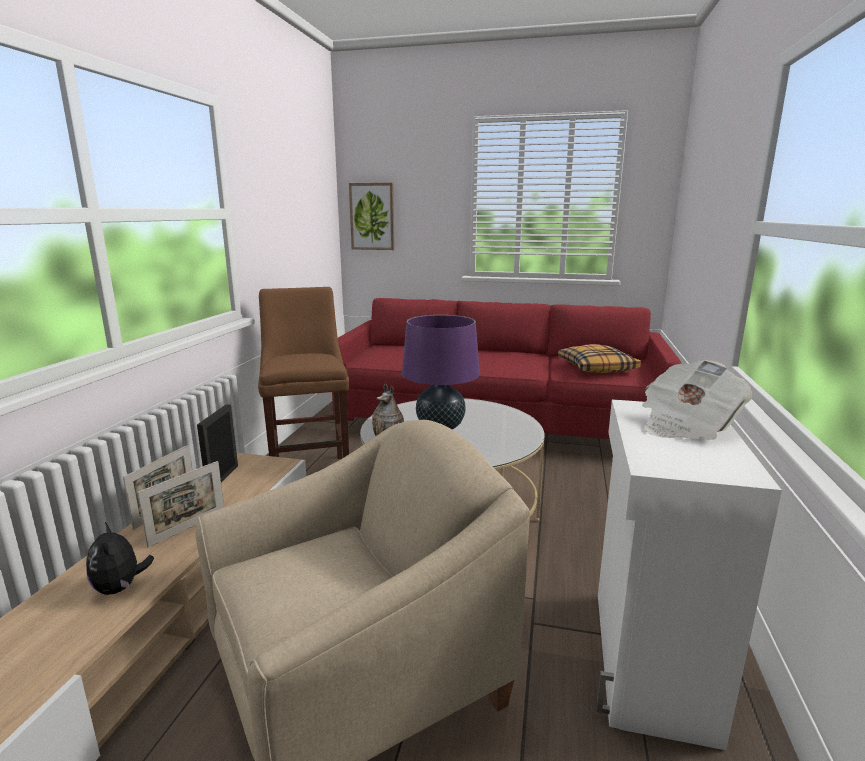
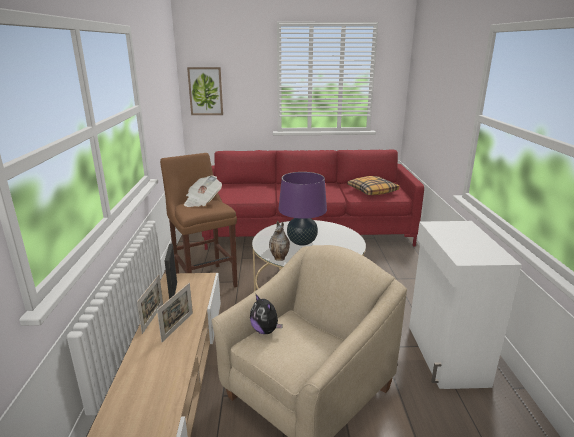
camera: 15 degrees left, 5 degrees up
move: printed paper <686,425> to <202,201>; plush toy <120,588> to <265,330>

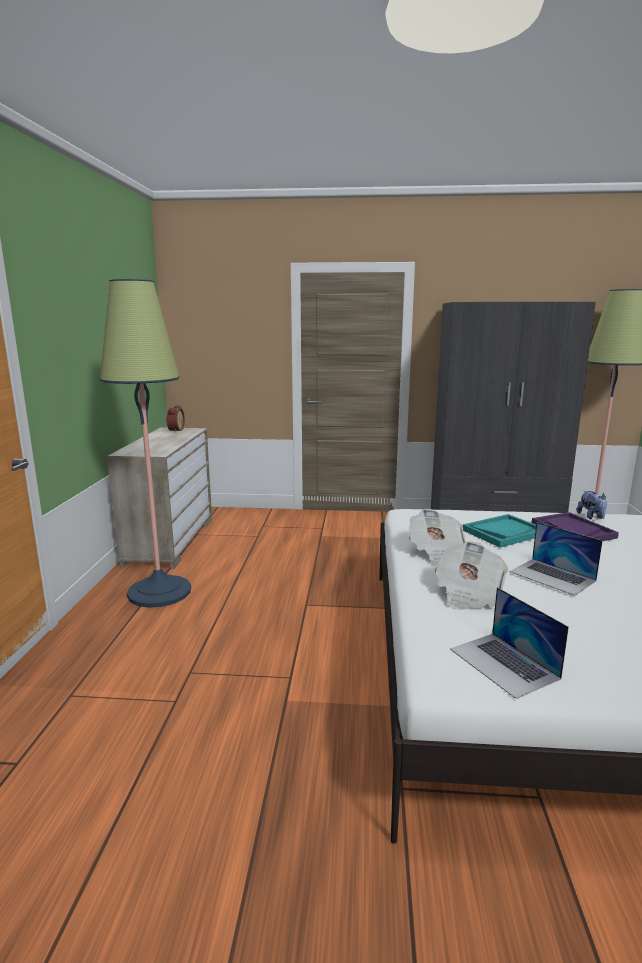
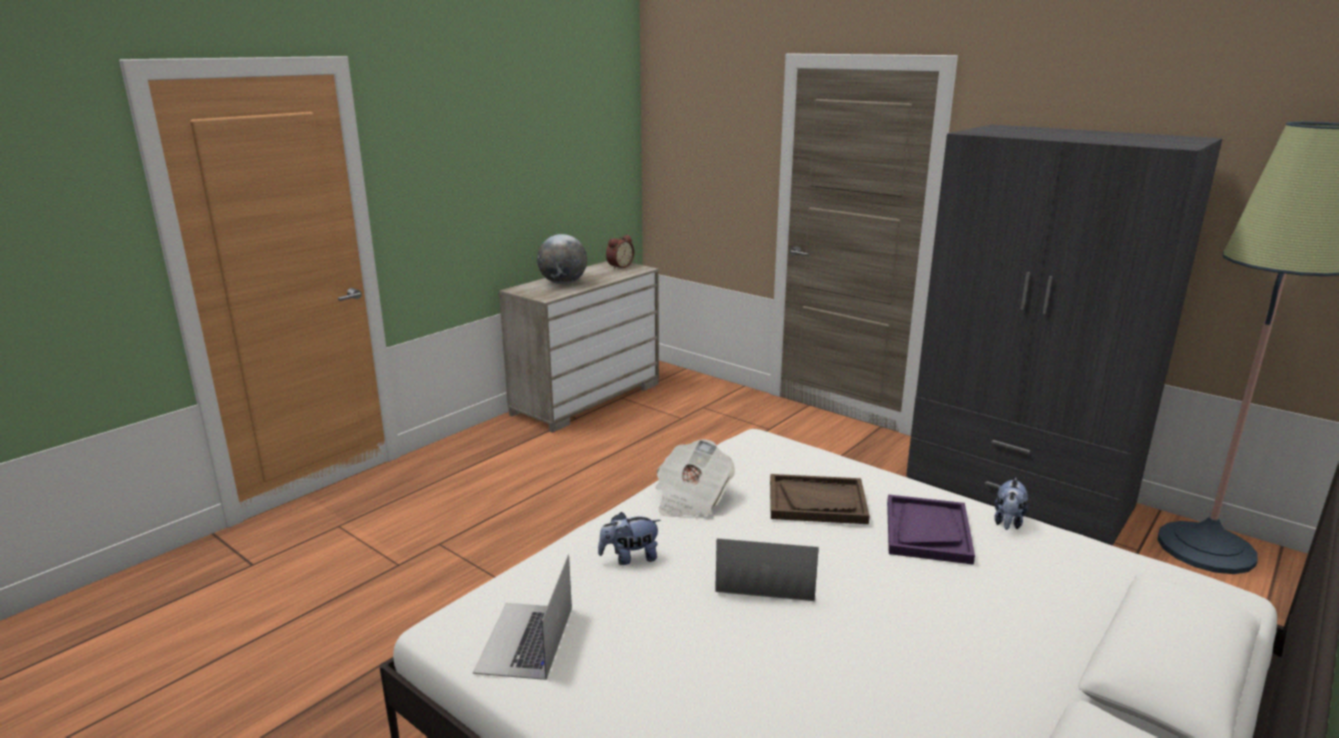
camera: 35 degrees right, 5 degrees up
delete: standing lamp <159,592>
insert: world globe <563,283>
replace: printed paper <468,594> to plush toy <630,558>
recolor: blue-green carrying tray <504,532> to brown-coloured carrying tray <817,502>
rotate: laptop <552,576> = <765,577> 105 degrees clockwise

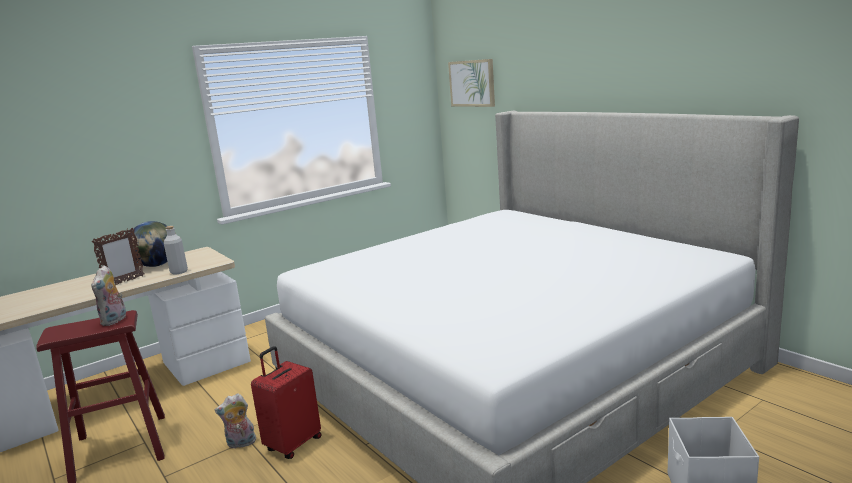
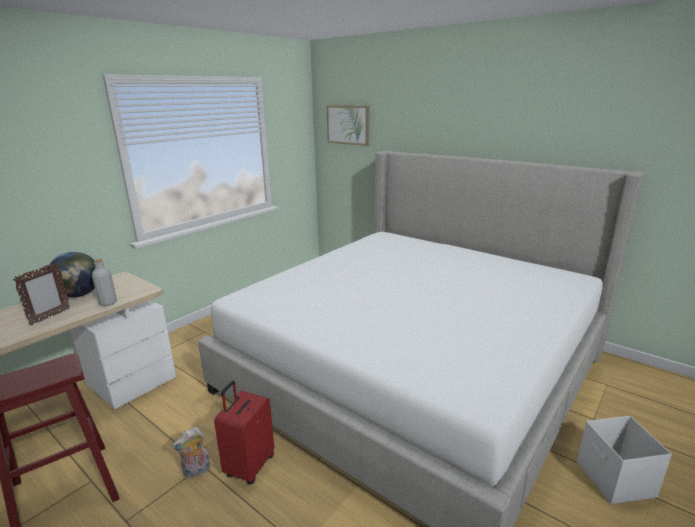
camera: 15 degrees left, 5 degrees up
delete: plush toy <115,320>

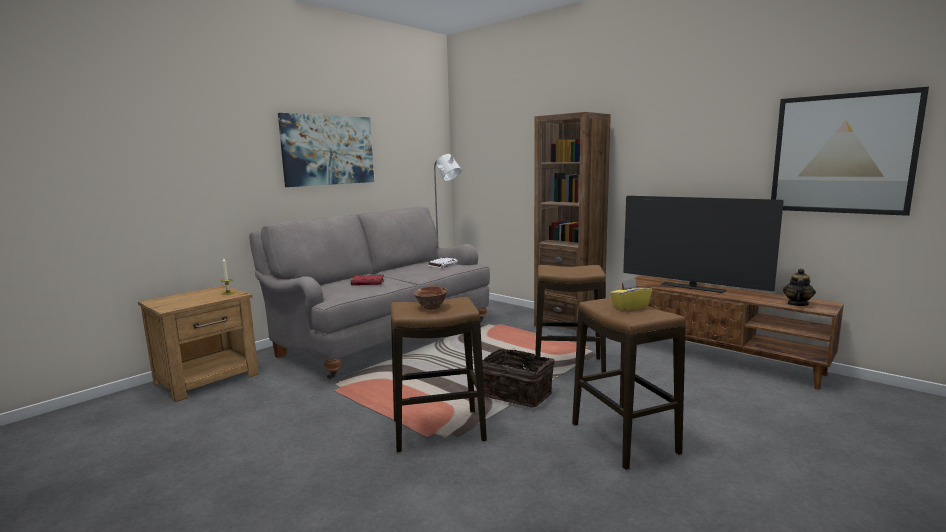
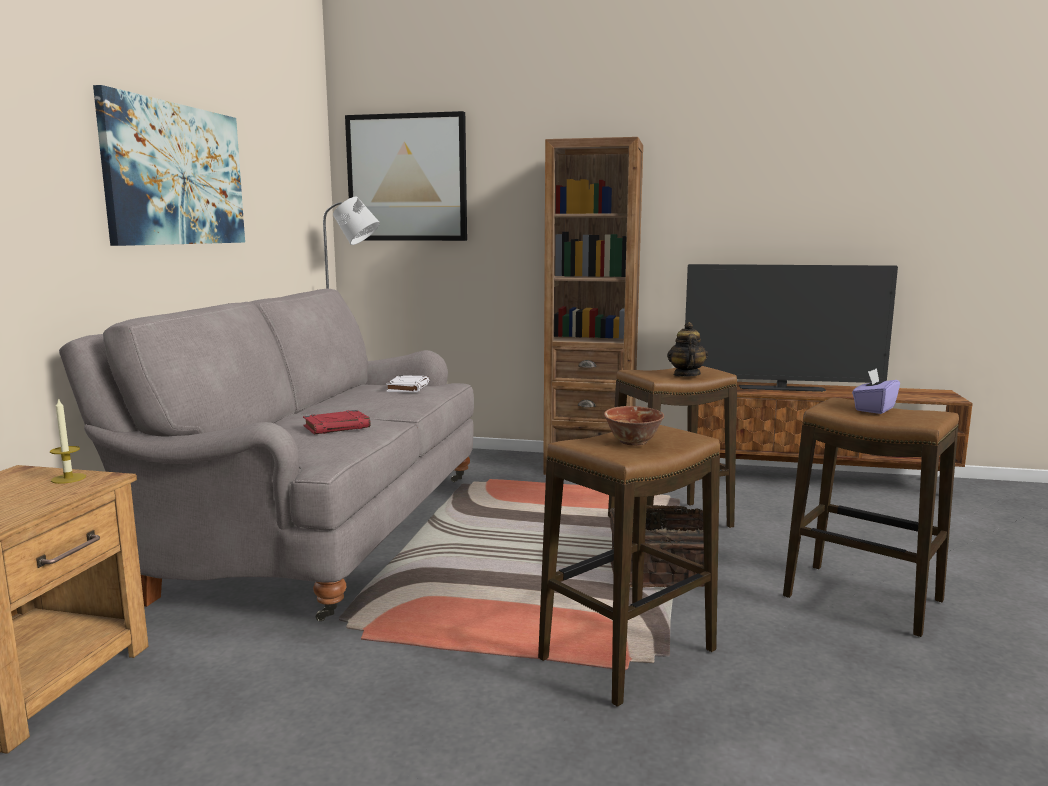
camera: 30 degrees left, 0 degrees up
move: picture <842,154> to <407,178>; pot for tea <797,304> to <686,375>
recolor: yellowish box of tissues <629,306> to purple-coloured box of tissues <874,409>

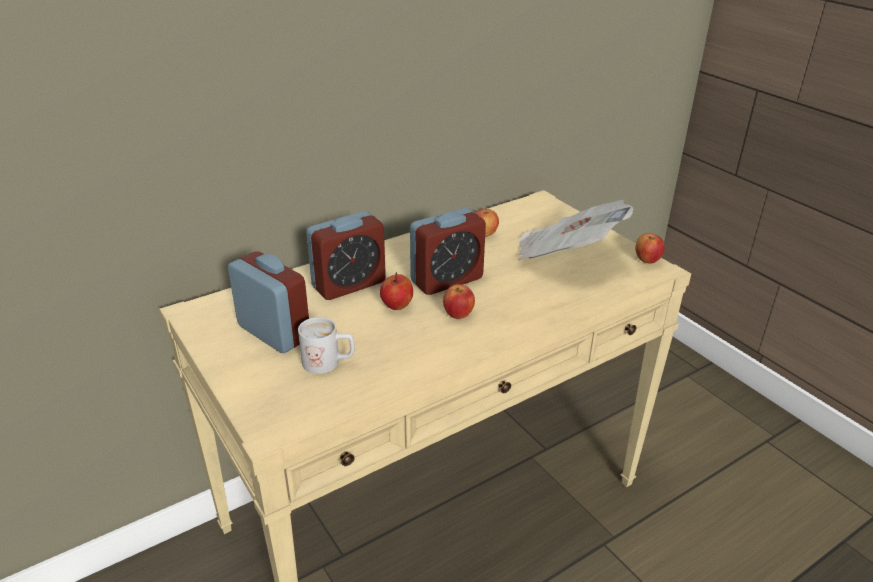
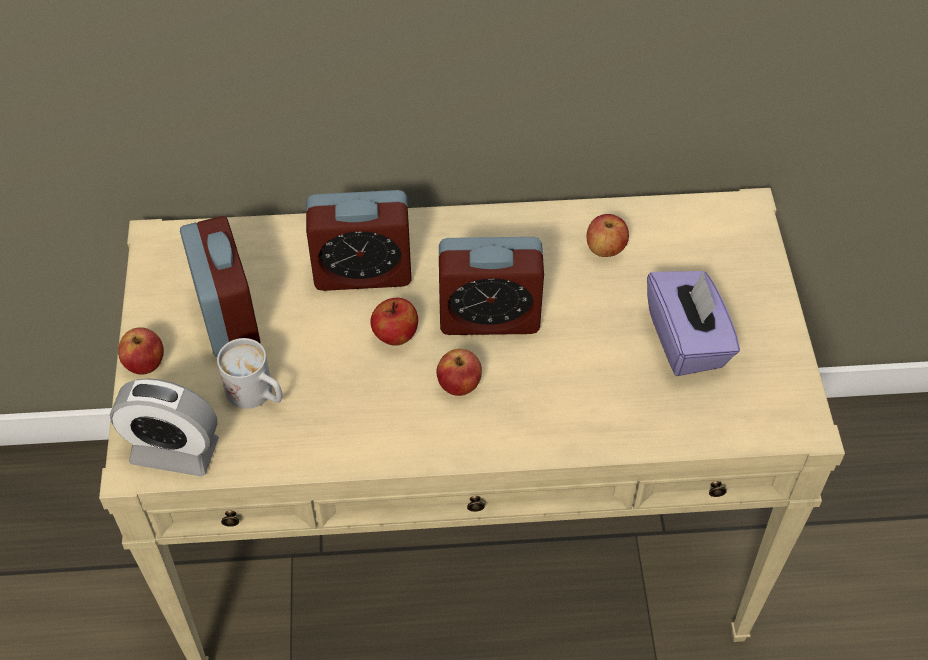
camera: 30 degrees right, 20 degrees up
insert: bedside clock <174,451>
move: whole apple <647,260> to <145,364>
replace: printed paper <565,256> to purple-coloured box of tissues <687,340>

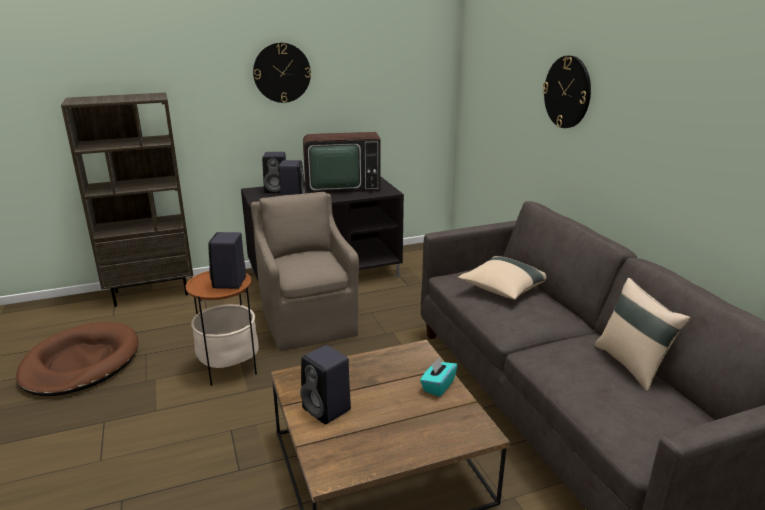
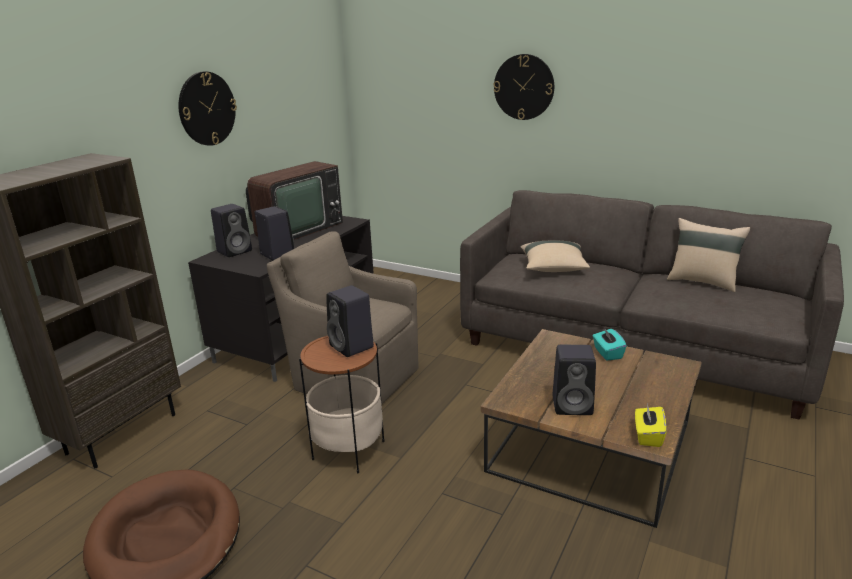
camera: 40 degrees left, 0 degrees up
insert: yellowish box of tissues <648,436>

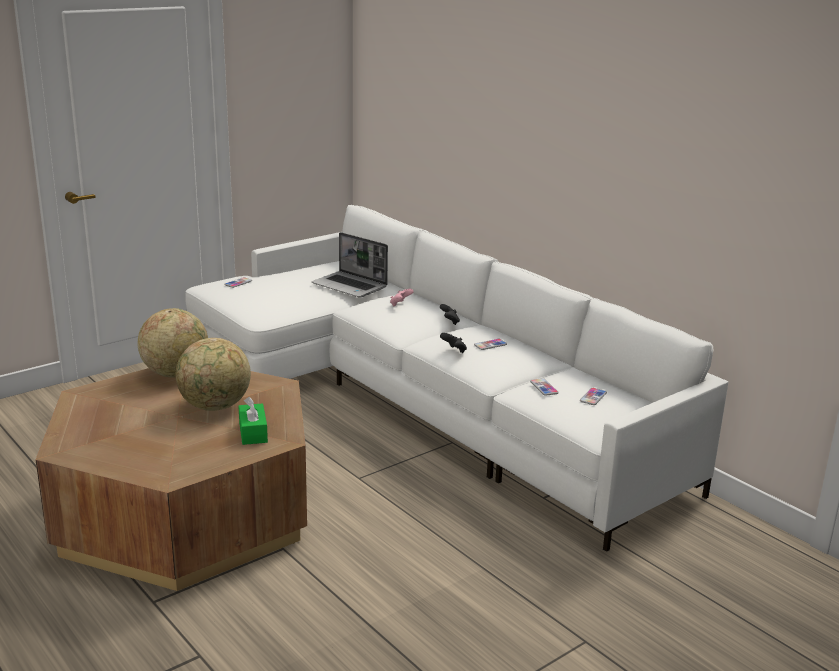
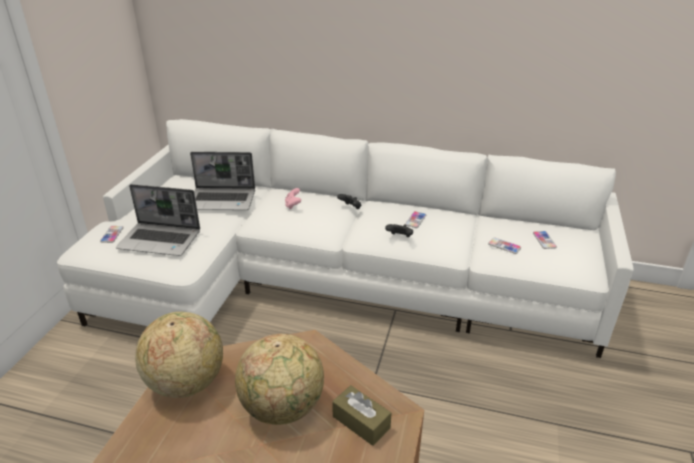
camera: 35 degrees left, 10 degrees up
insert: laptop <161,240>
recolor: green box of tissues <253,432> to brown-coloured box of tissues <361,422>

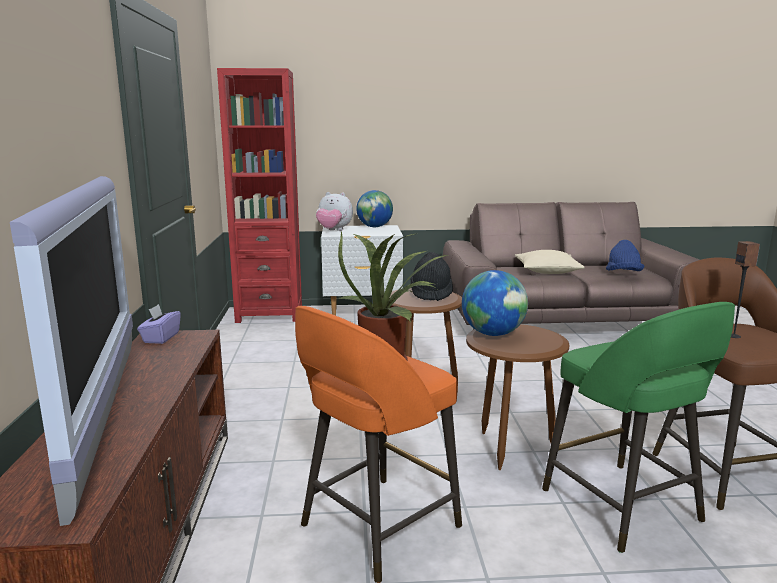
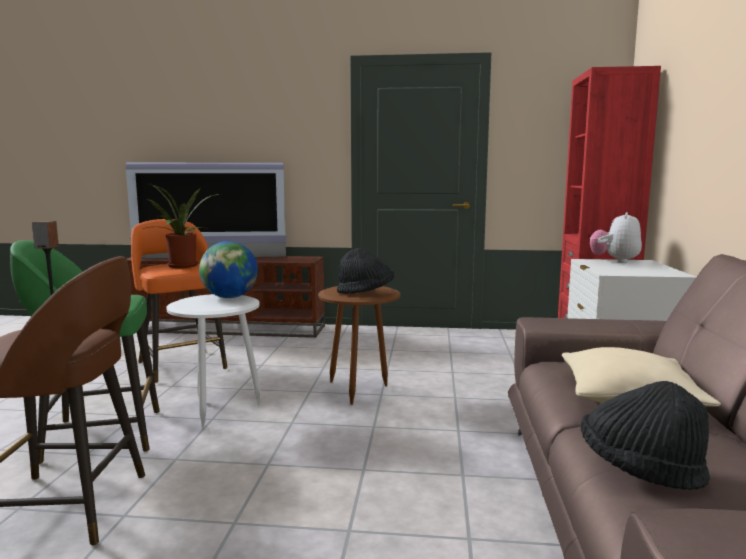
camera: 100 degrees right, 5 degrees down
delete: purple-coloured box of tissues <161,338>; world globe <374,227>
recolor: brown-coloured accent table <510,453> to white accent table <219,409>; blue-coloured clothing hat <623,274> to black clothing hat <640,470>

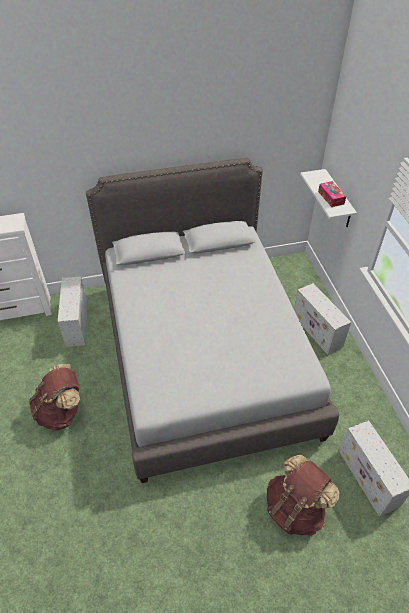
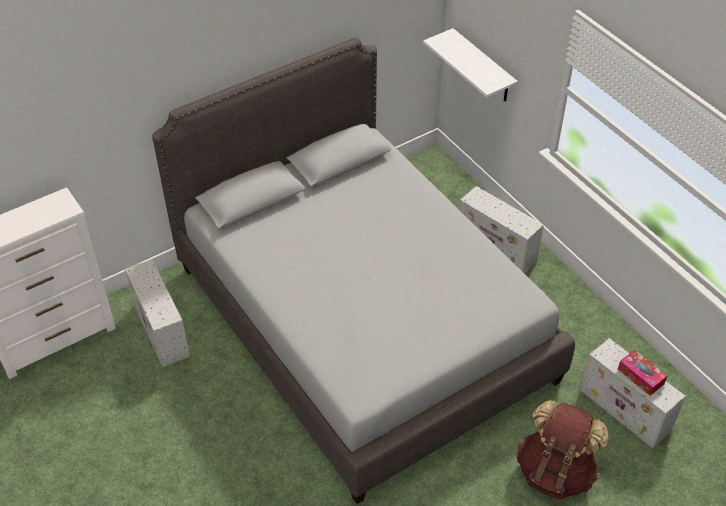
camera: 20 degrees left, 0 degrees up
delete: brown-coloured backpack <61,412>
move: box of tissues <331,197> to <640,376>

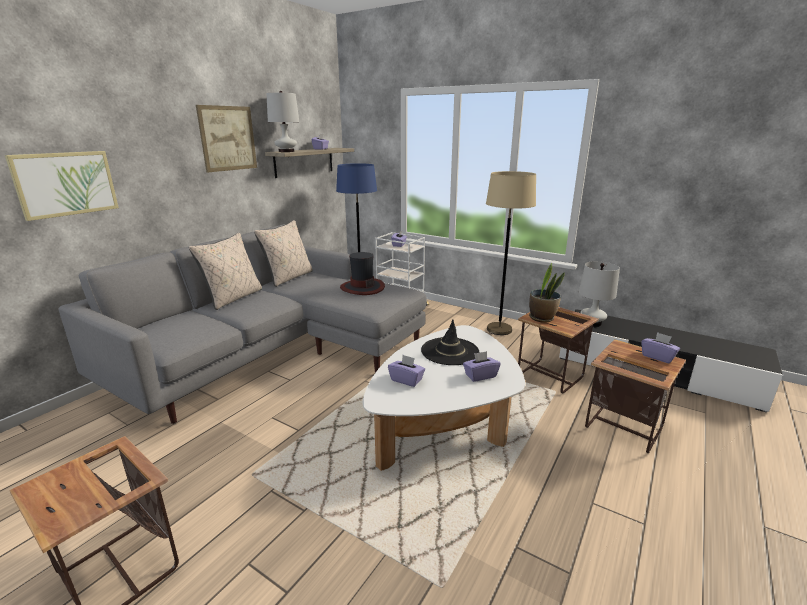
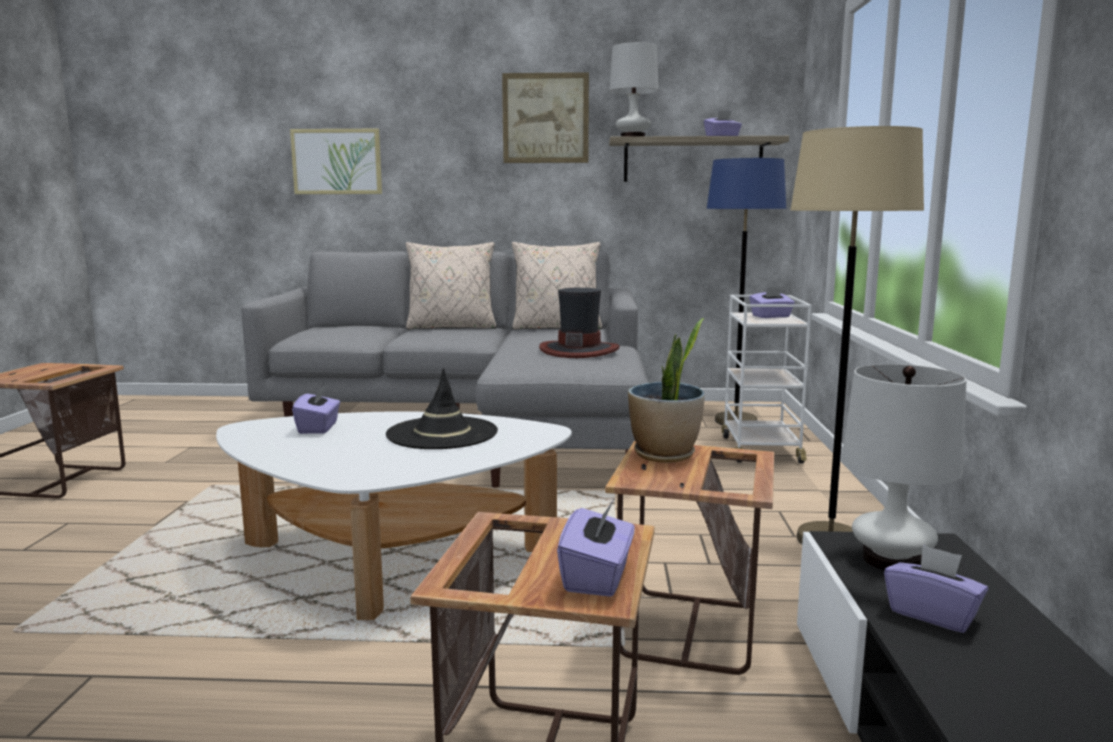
camera: 60 degrees right, 10 degrees down
move: purple-coloured box of tissues <480,375> to <932,614>

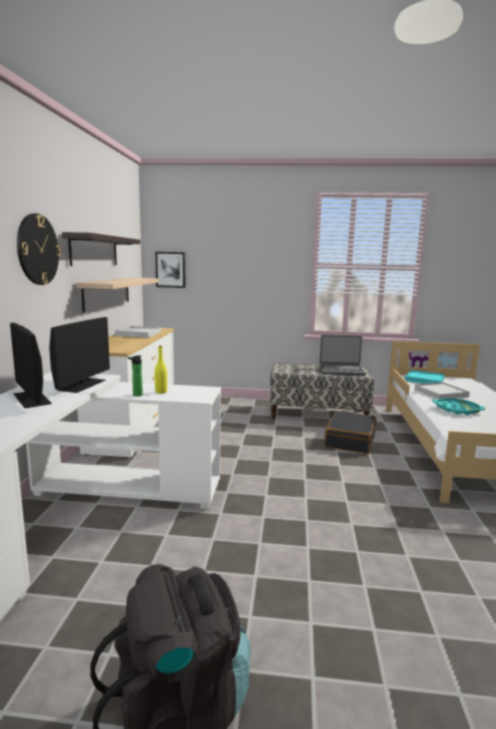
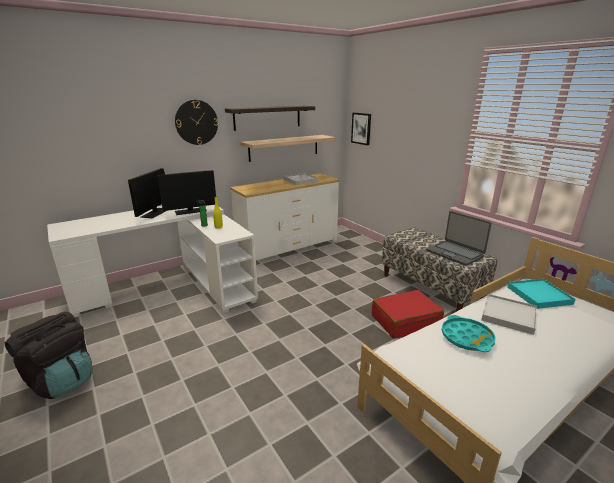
camera: 50 degrees right, 10 degrees up
recolor: black suitcase <350,440> to red suitcase <405,321>

